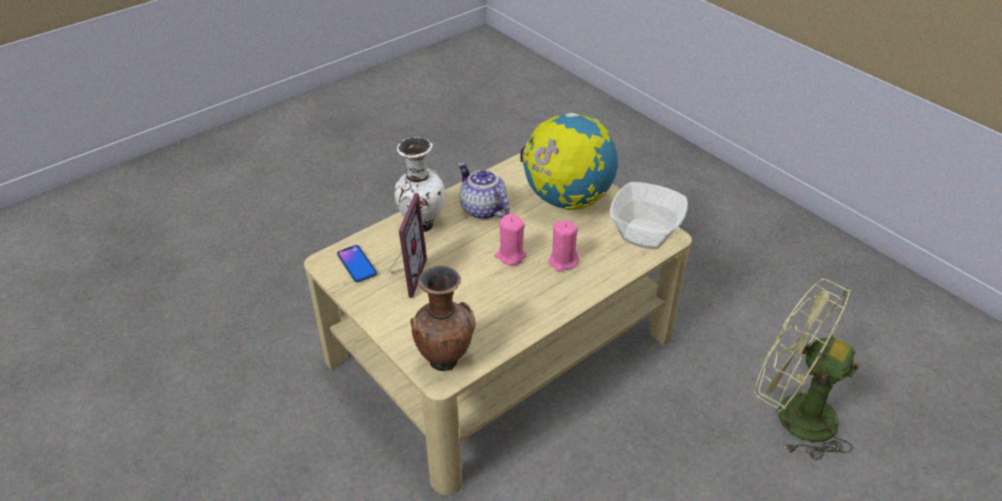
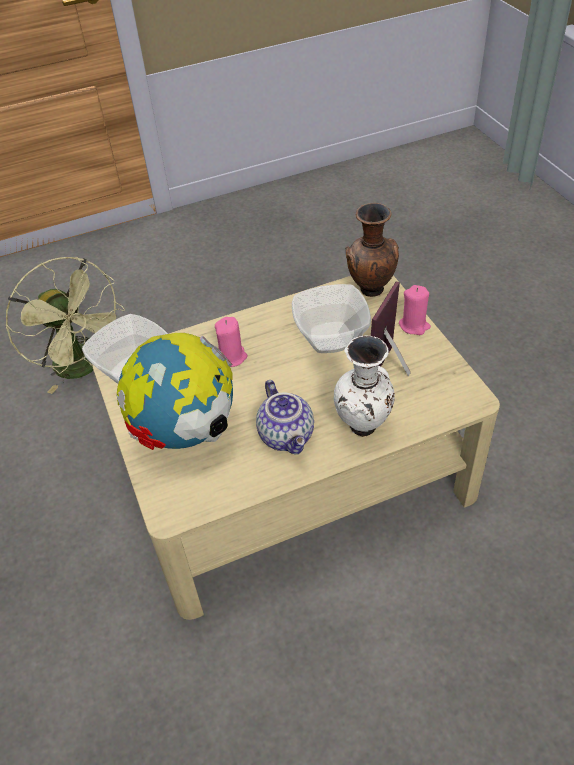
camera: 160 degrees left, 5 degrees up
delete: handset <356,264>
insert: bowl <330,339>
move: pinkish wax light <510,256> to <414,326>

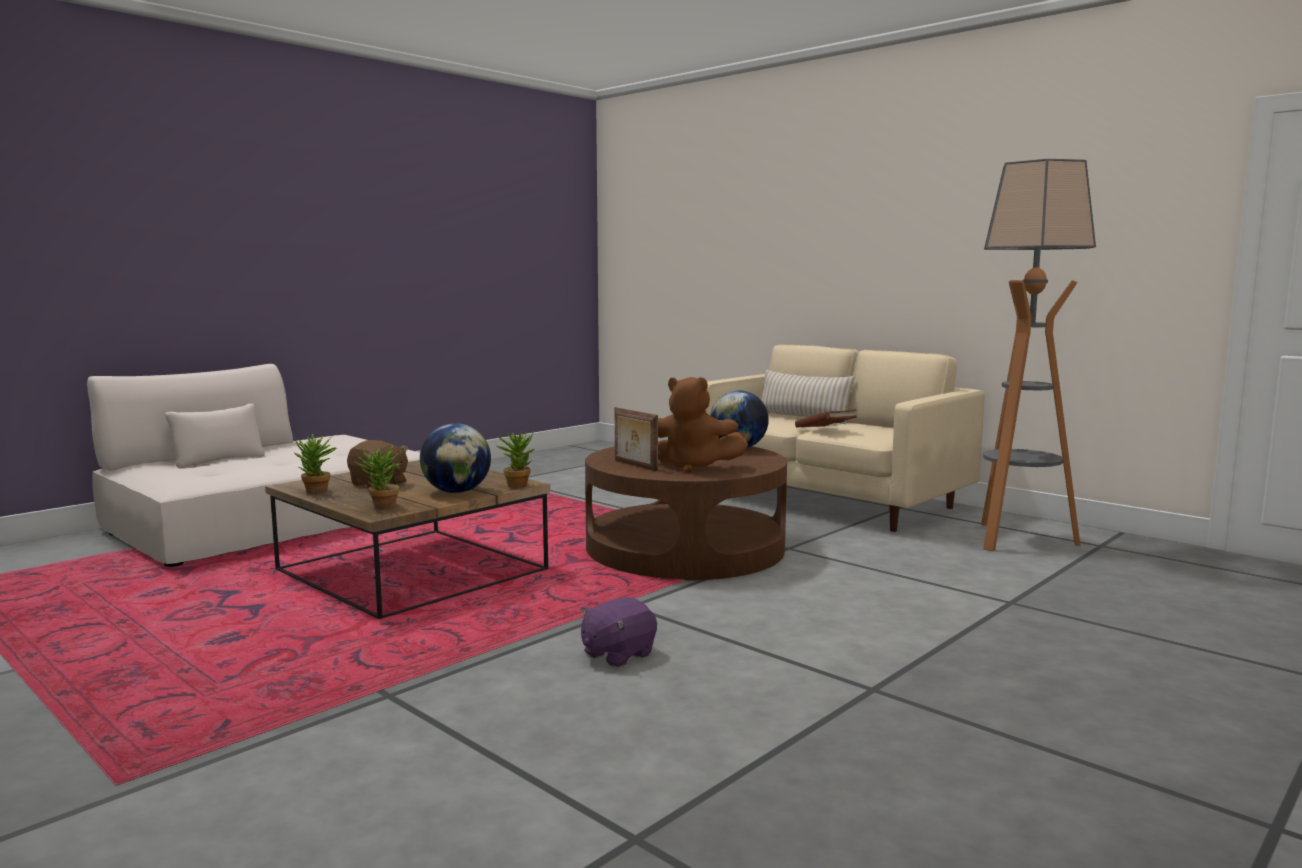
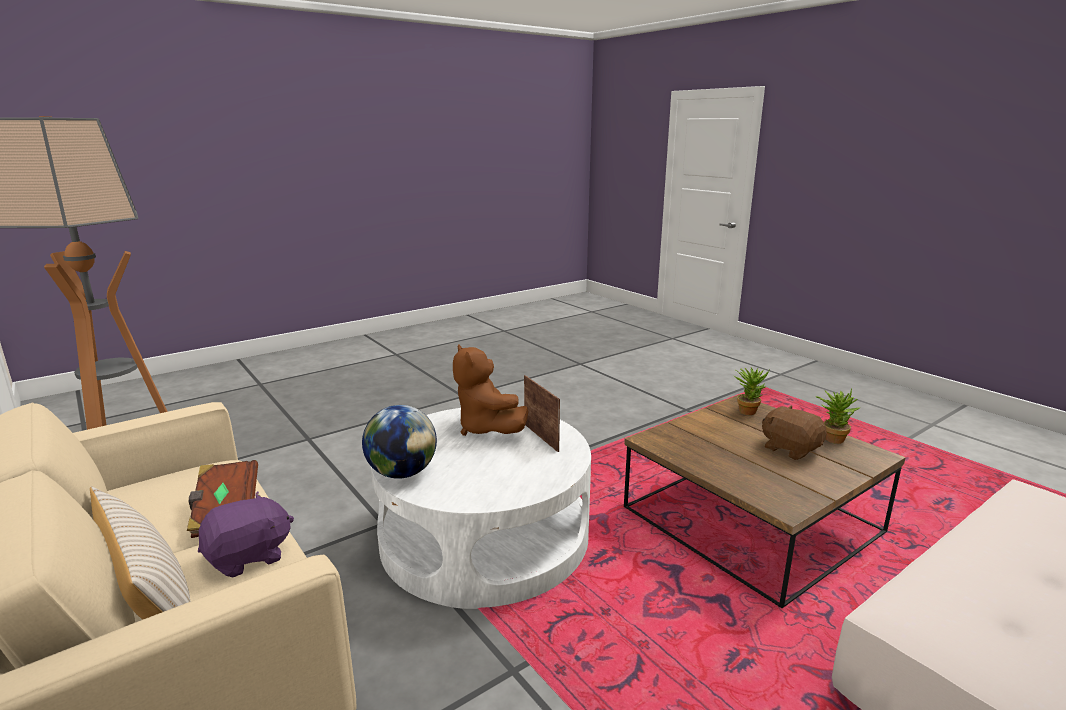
camera: 170 degrees left, 10 degrees up
delete: world globe <456,492>; houseplant <517,485>
move: purple-coloured plush toy <617,654> to <249,557>
recolor: brown-coloured lounge table <685,548> to white lounge table <484,535>
rotate: brown-coloured plush toy <694,467> = <486,428> 150 degrees counterclockwise

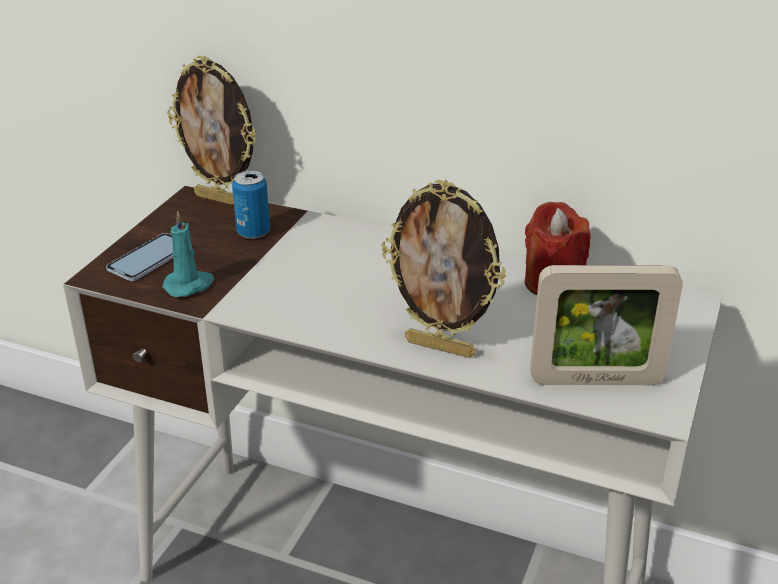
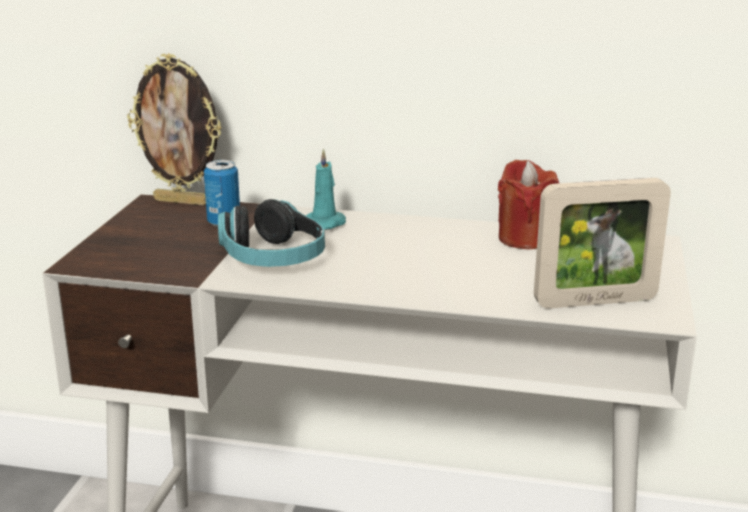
camera: 10 degrees left, 10 degrees down
delete: handset <149,258>; picture frame <441,347>
insert: headphones <272,257>
move: blue-green wax light <189,285> to <326,223>

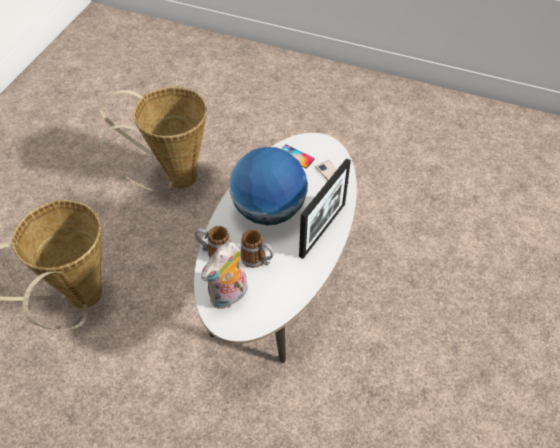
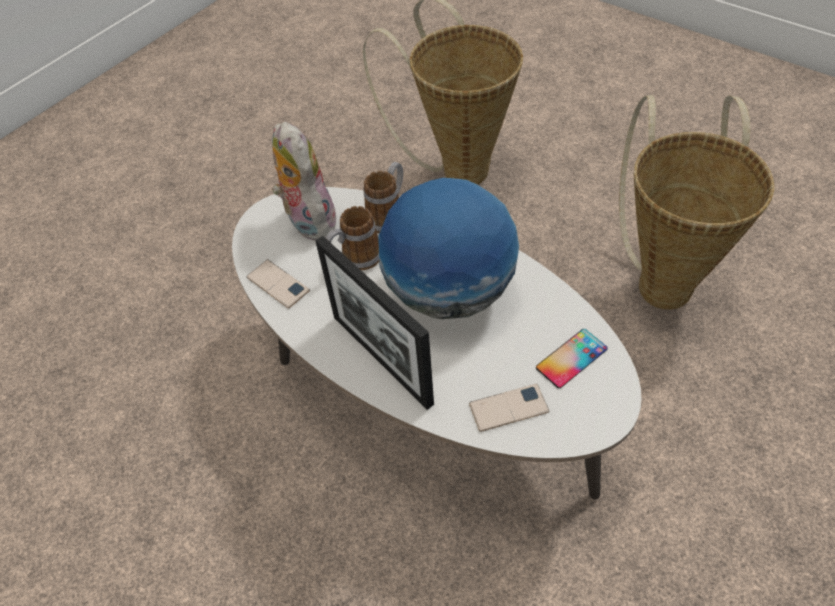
camera: 110 degrees right, 0 degrees up
insert: handset <278,284>

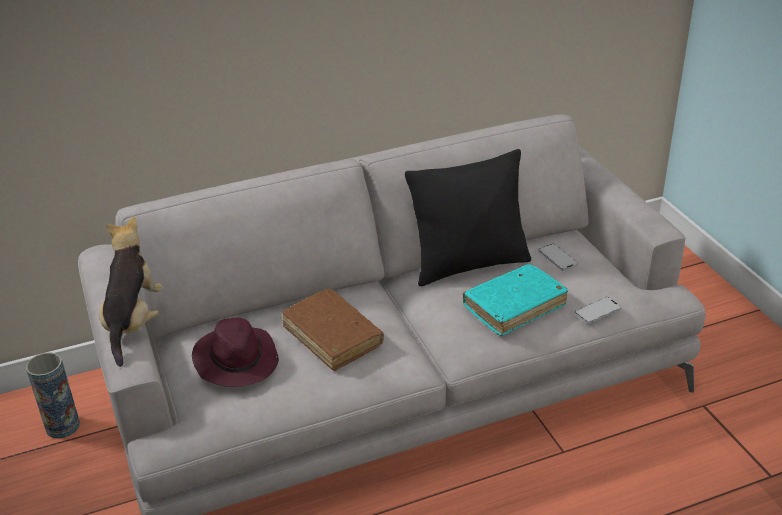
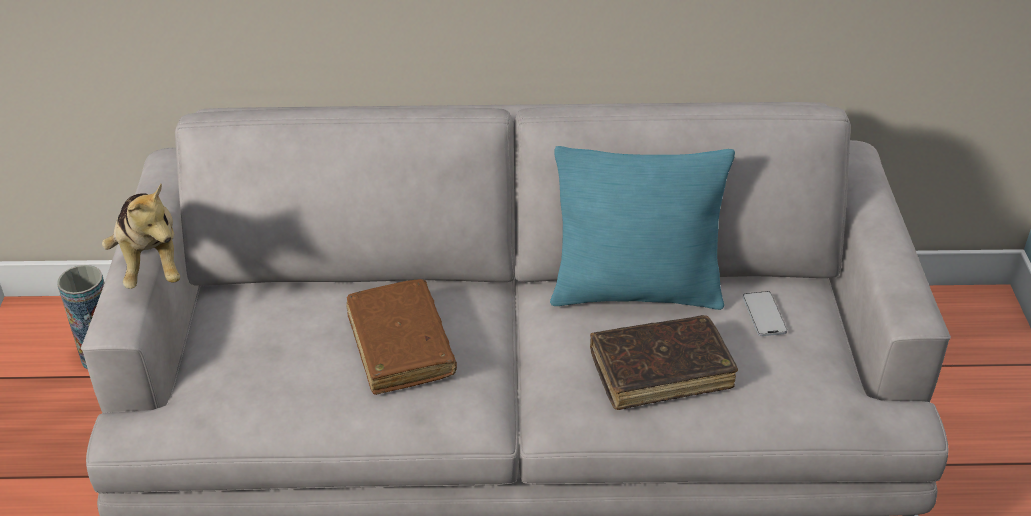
camera: 20 degrees right, 5 degrees up
delete: purple-coloured clothing hat <236,360>; handset <597,311>
recolor: black throw pillow <469,264> to blue-green throw pillow <636,292>; blue-green bound book <514,306> to brown-coloured bound book <661,371>
rotate: plush toy <133,322> = <151,263> 135 degrees clockwise

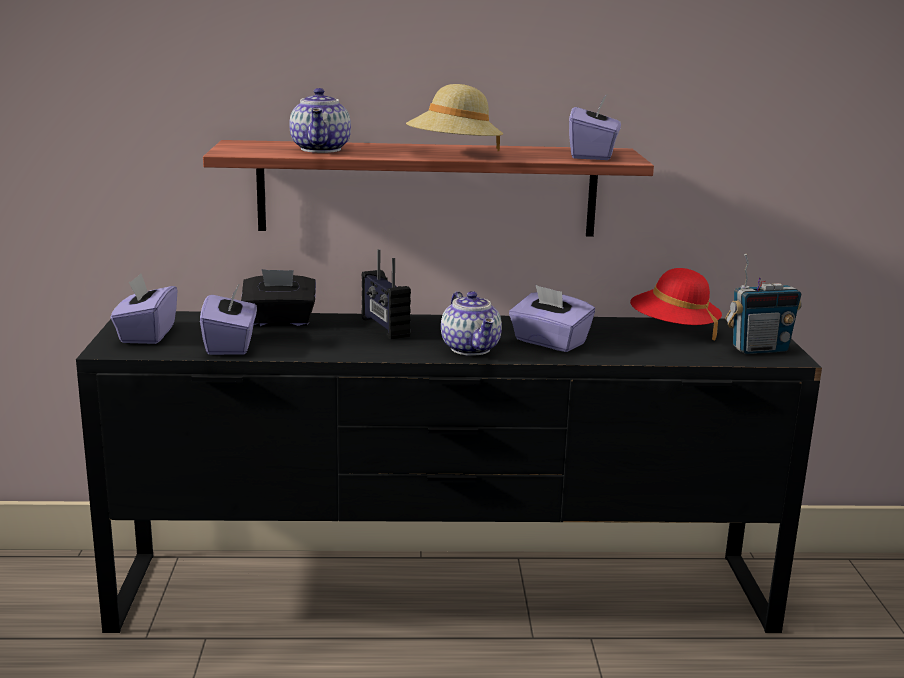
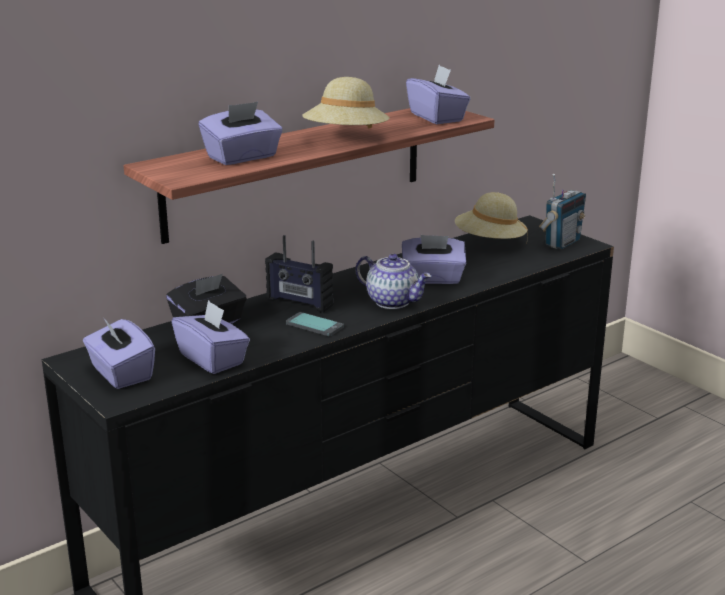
camera: 35 degrees left, 5 degrees up
insert: handset <315,325>
replace: pot for tea <322,149> to purple-coloured box of tissues <242,157>
recolor: red clothing hat <673,330> to beige-coloured clothing hat <489,242>

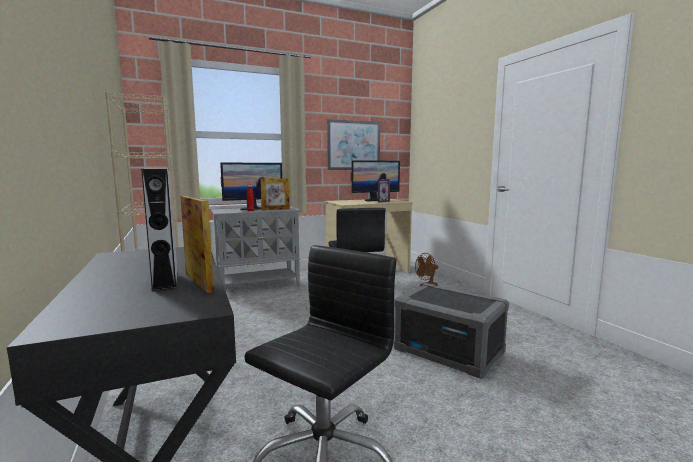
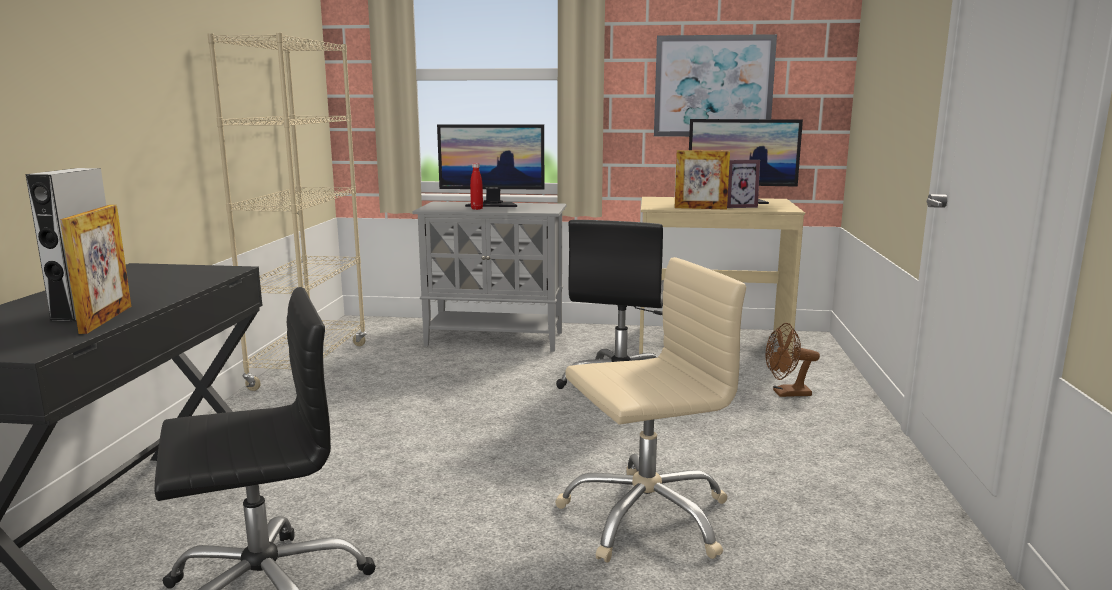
camera: 30 degrees right, 5 degrees up
move: picture frame <275,209> to <700,208>
replace: gray storage box <449,351> to beige-coloured computer chair <646,516>

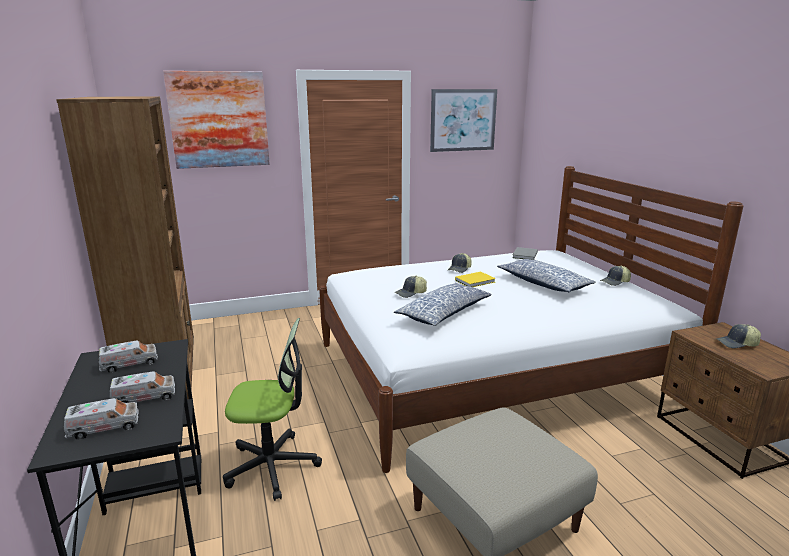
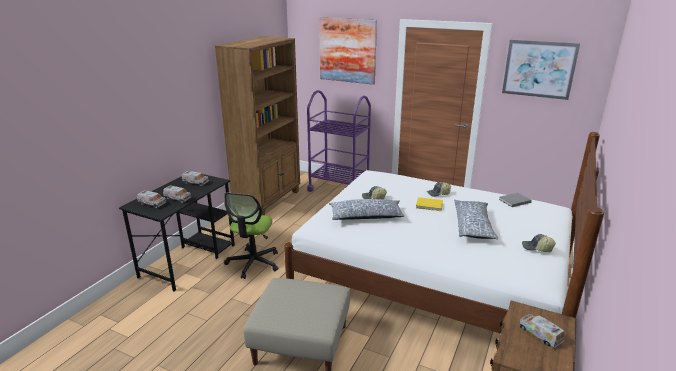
camera: 45 degrees right, 5 degrees up
insert: purple-coloured trolley <339,188>
replace: baseball cap <737,344> to model truck <540,334>
rotate: computer chair <272,466> = <253,263> 60 degrees clockwise

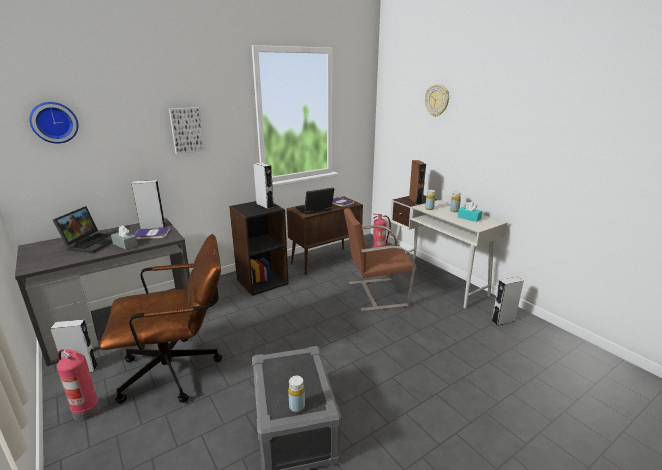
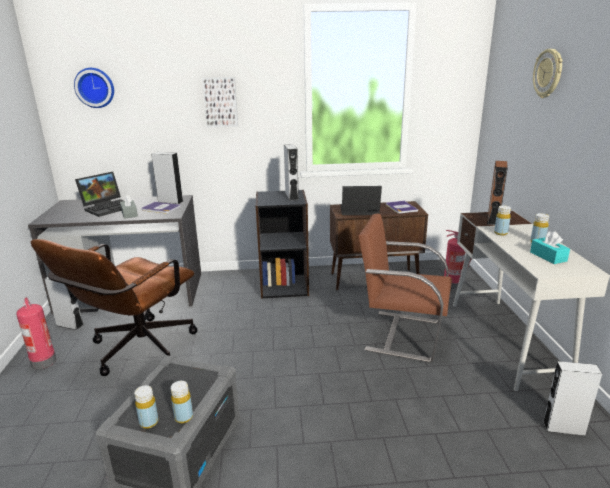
camera: 30 degrees right, 0 degrees up
insert: yellowish bottle <183,417>
rotate: brown-coloured computer chair <179,370> = <136,351> 105 degrees clockwise

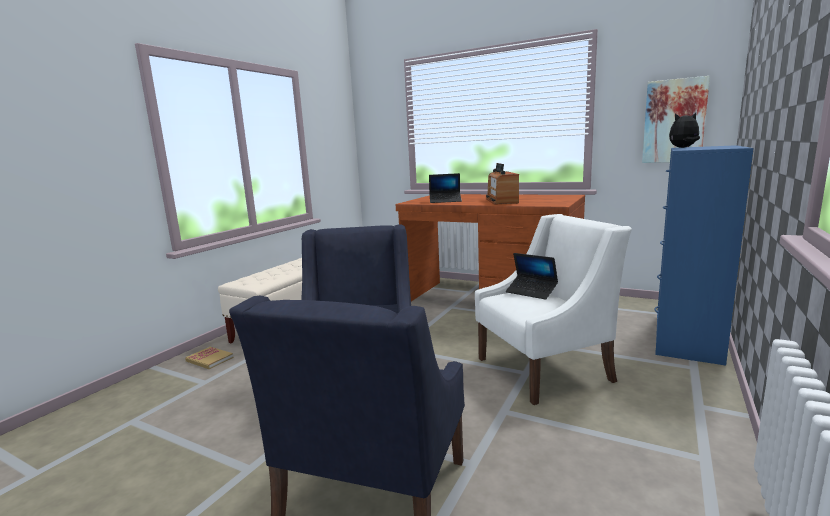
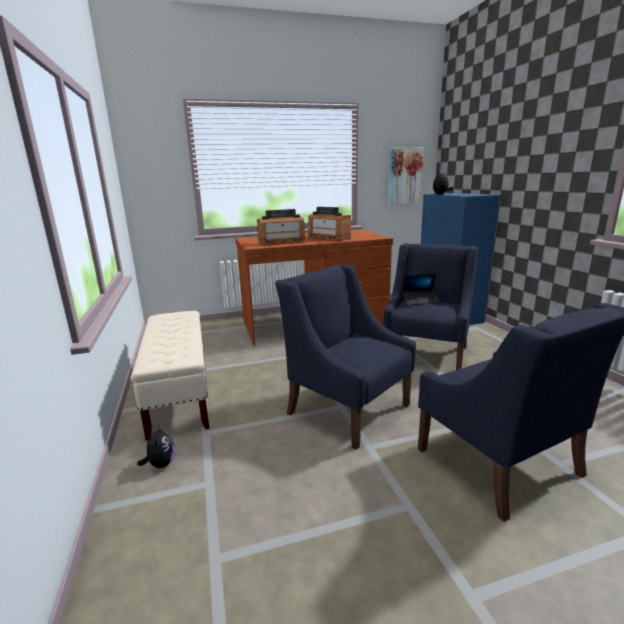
camera: 45 degrees left, 5 degrees up
replace: bound book <209,359> to plush toy <161,464>; laptop <445,201> to radio set <281,242>
recolor: white easy chair <545,369> to blue-coloured easy chair <426,354>

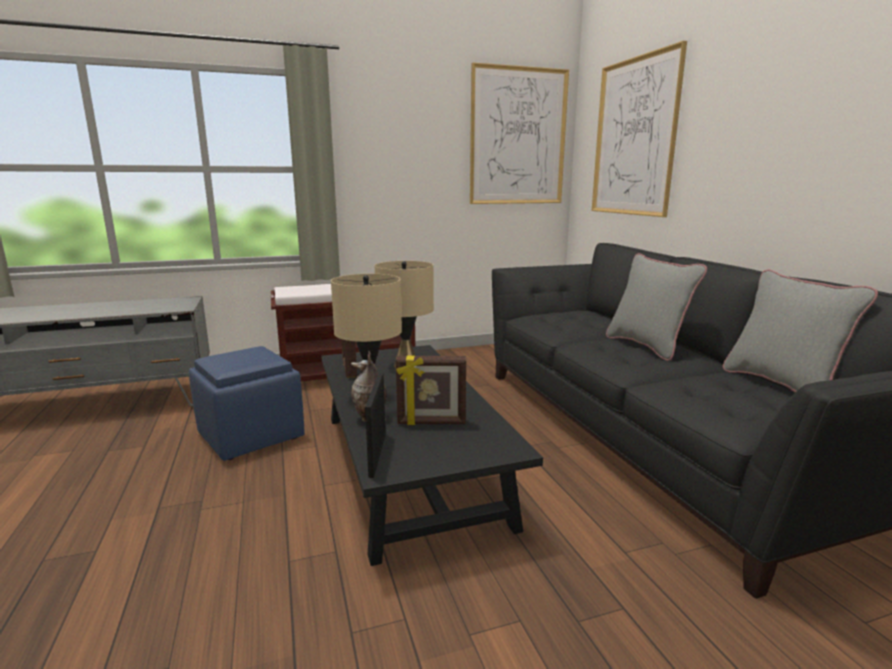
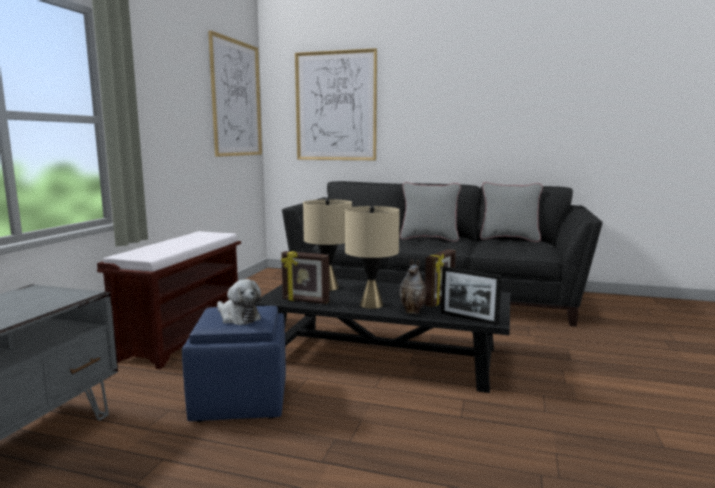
camera: 55 degrees left, 5 degrees down
insert: plush toy <238,317>

